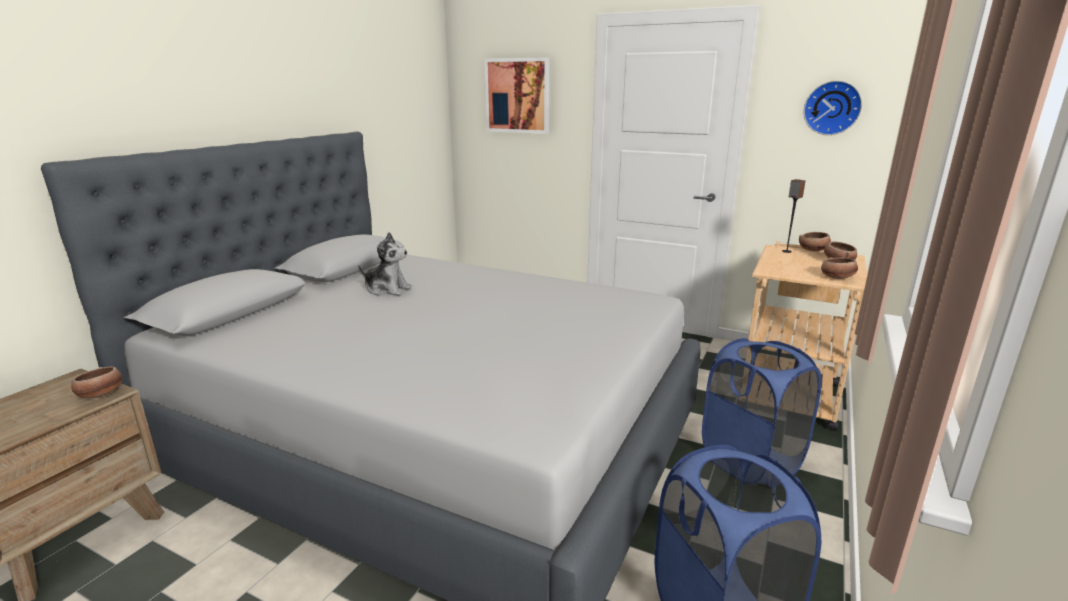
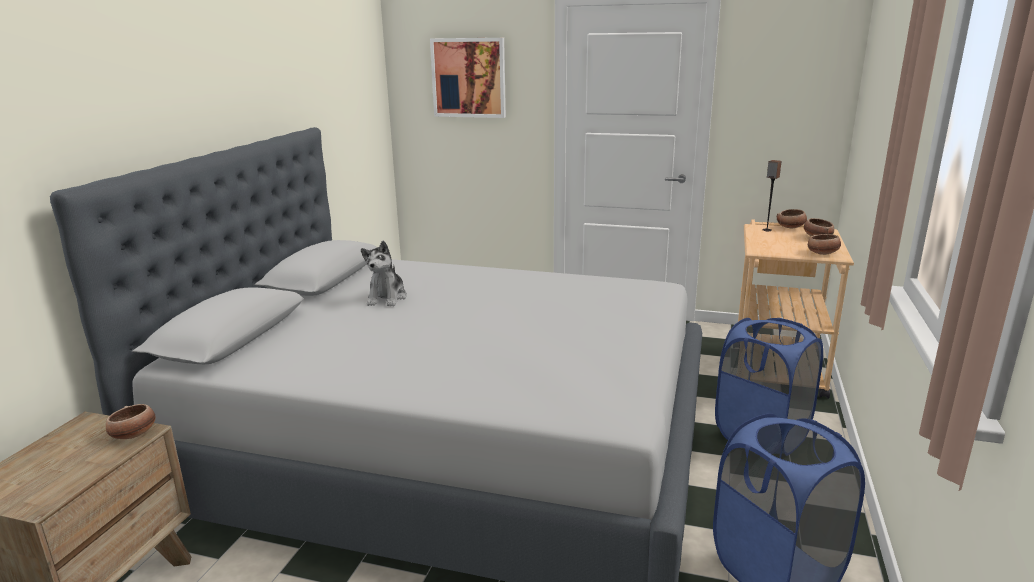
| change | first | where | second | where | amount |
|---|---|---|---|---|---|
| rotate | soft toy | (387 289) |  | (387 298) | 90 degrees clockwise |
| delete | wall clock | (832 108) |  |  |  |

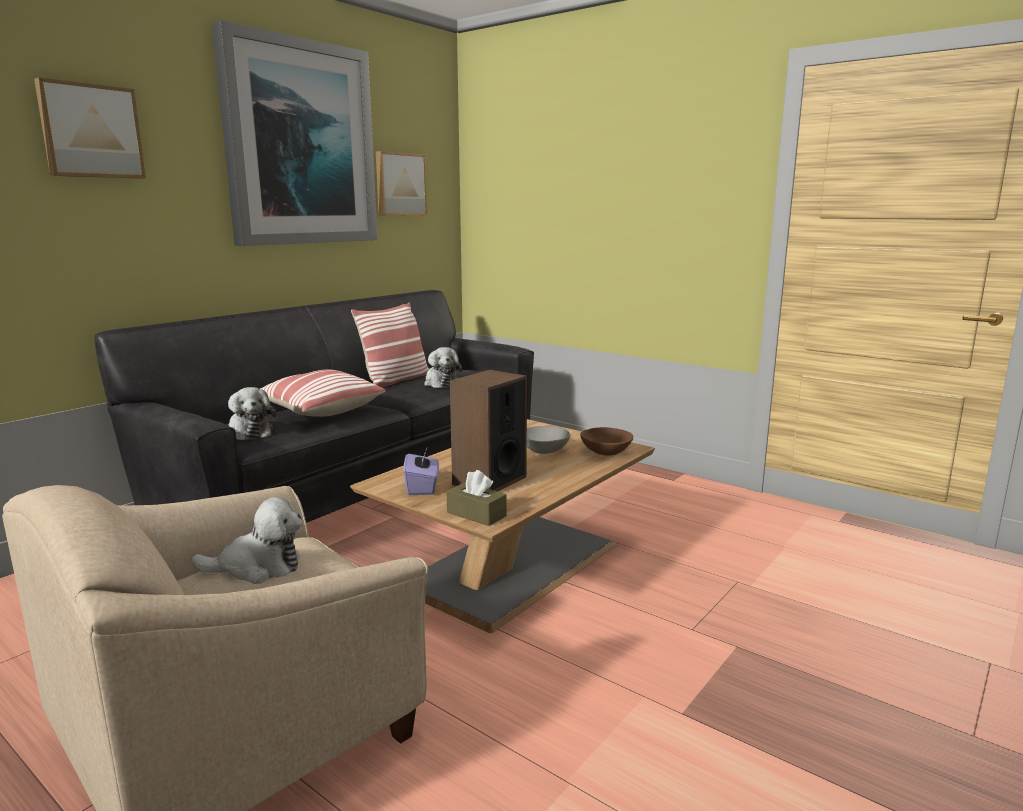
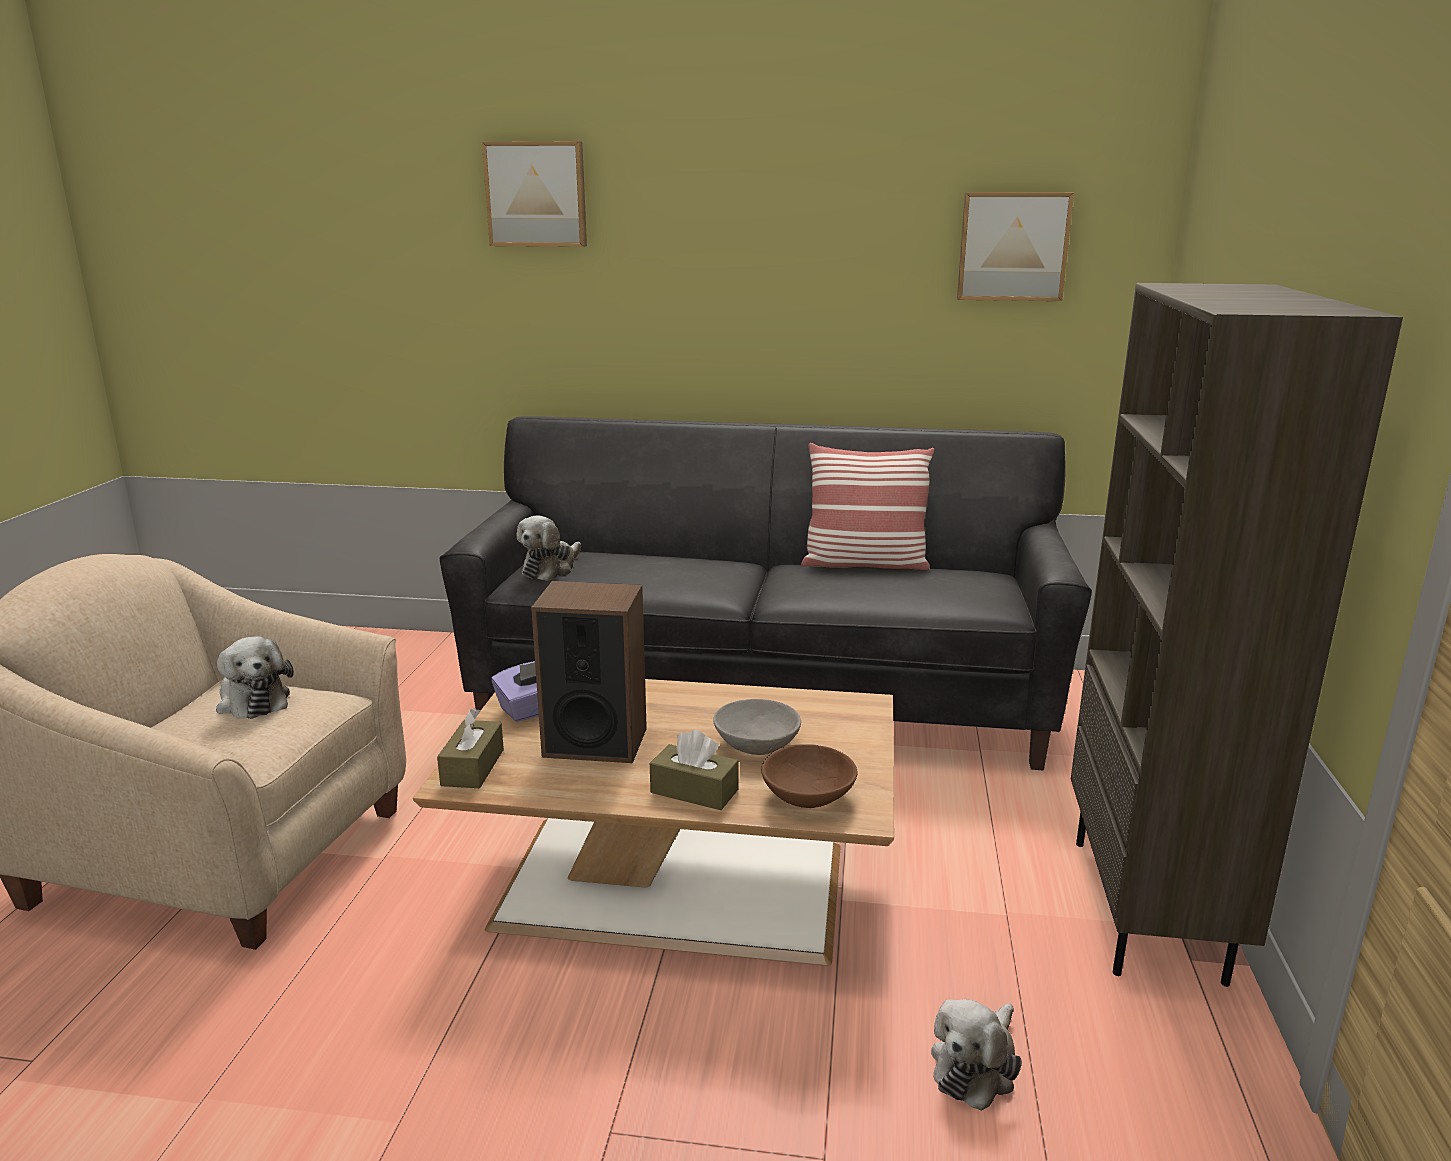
| change | first | where | second | where | amount |
|---|---|---|---|---|---|
| delete | wall art | (300 144) |  |  |  |
| delete | throw pillow | (319 410) |  |  |  |
| move | soft toy | (441 383) |  | (976 1066) |  |
| insert |  |  | tissue box (brown) | (694 791) |  |
| insert |  |  | shelving unit (brown) | (1149 909) |  |

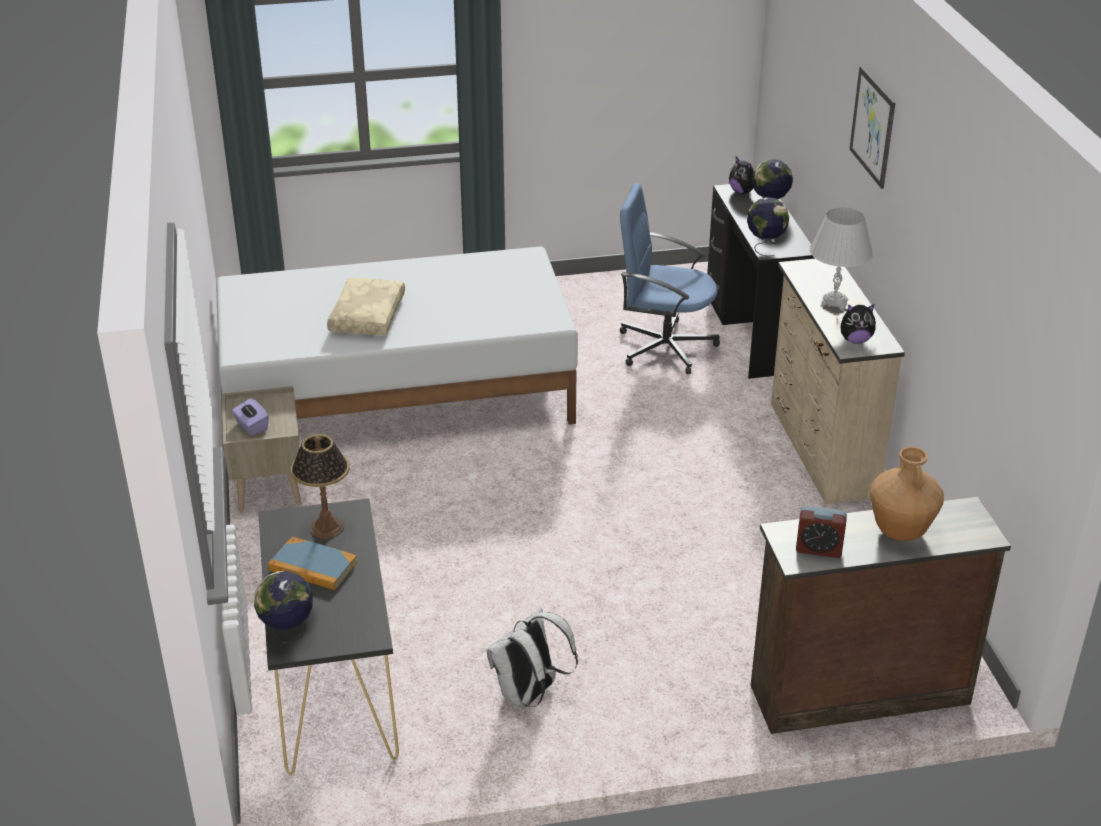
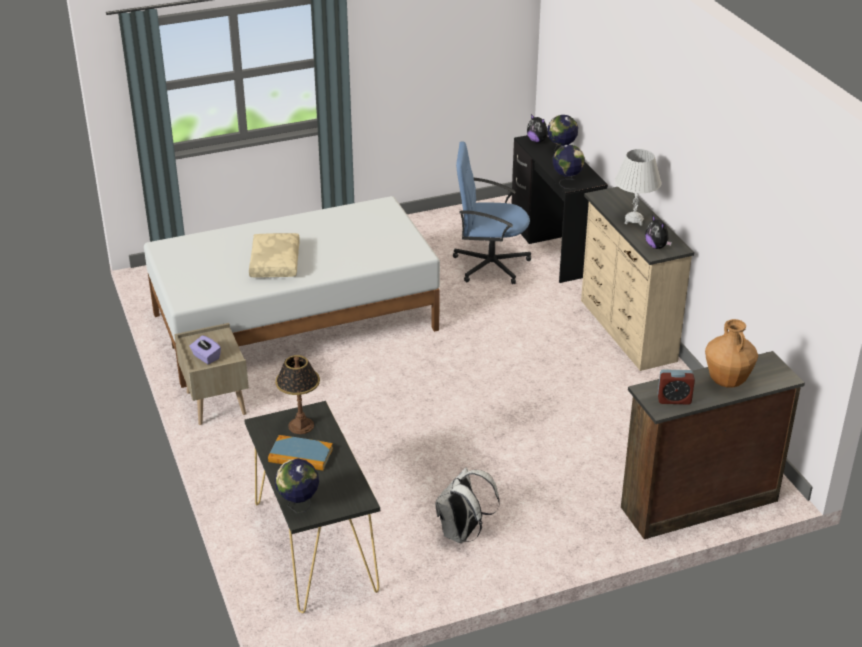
| change | first | where | second | where | amount |
|---|---|---|---|---|---|
| rotate | soft toy | (855 340) |  | (657 246) | 75 degrees clockwise |
| delete | wall art | (872 126) |  |  |  |

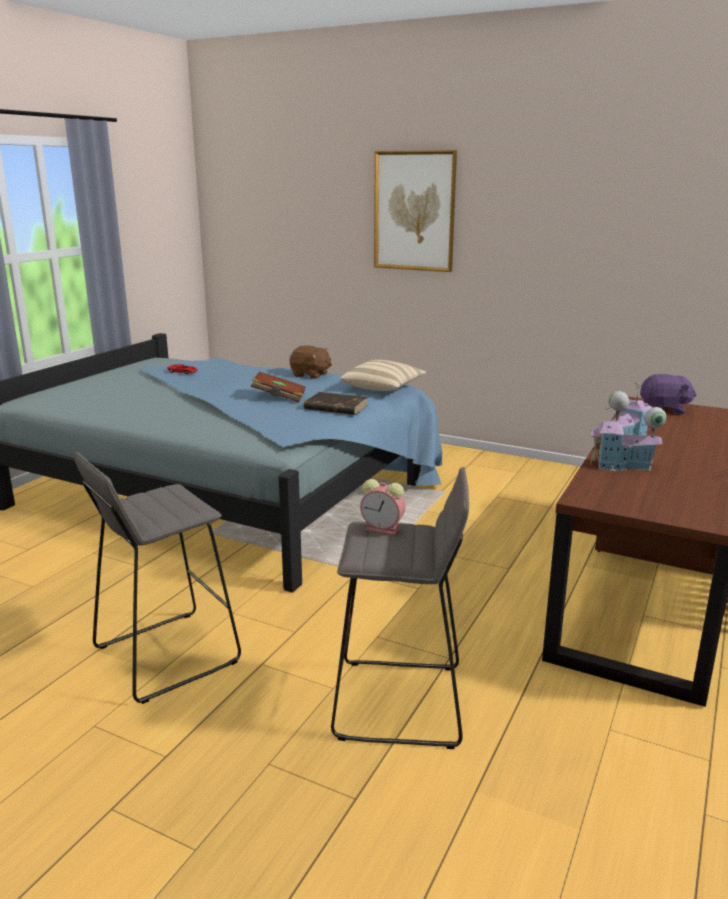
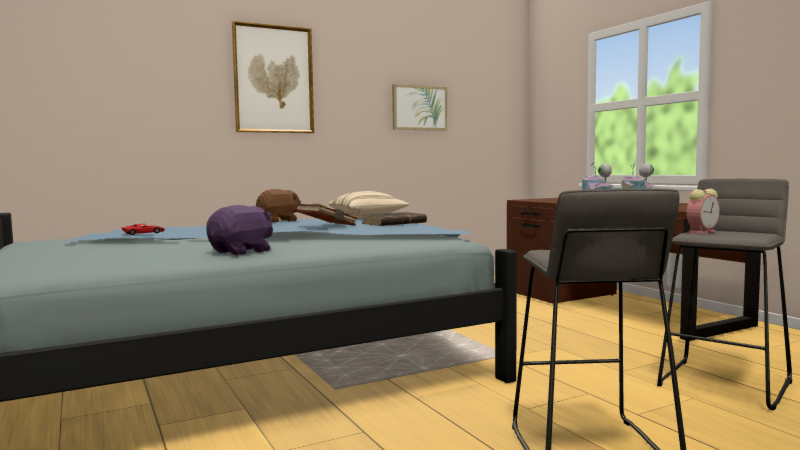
| change | first | where | second | where | amount |
|---|---|---|---|---|---|
| move | soft toy (purple-coloured) | (664 409) |  | (242 252) |  |
| insert |  |  | wall art | (419 108) |  |

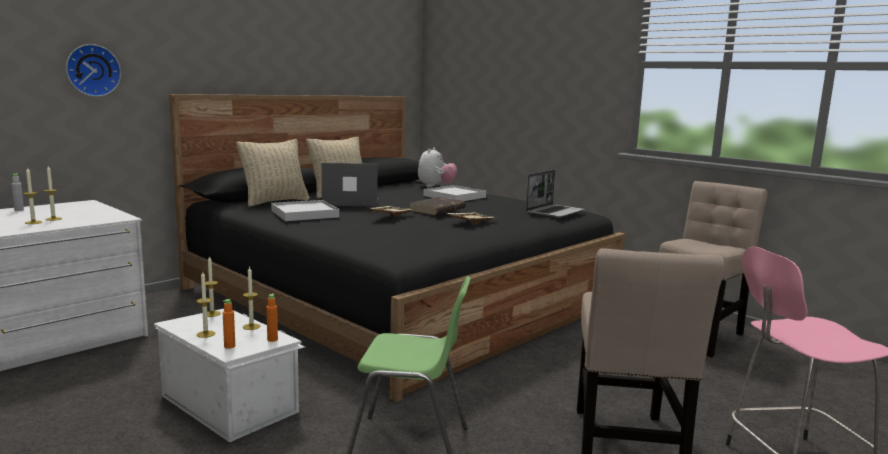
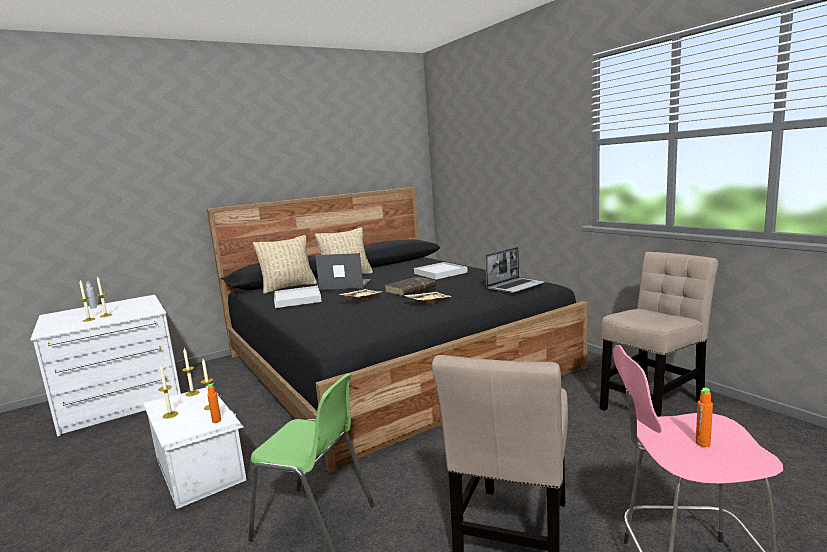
| change | first | where | second | where | amount |
|---|---|---|---|---|---|
| delete | wall clock | (92 70) |  |  |  |
| move | beverage bottle (orangey) | (229 346) |  | (702 443) |  |
| delete | soft toy | (435 186) |  |  |  |

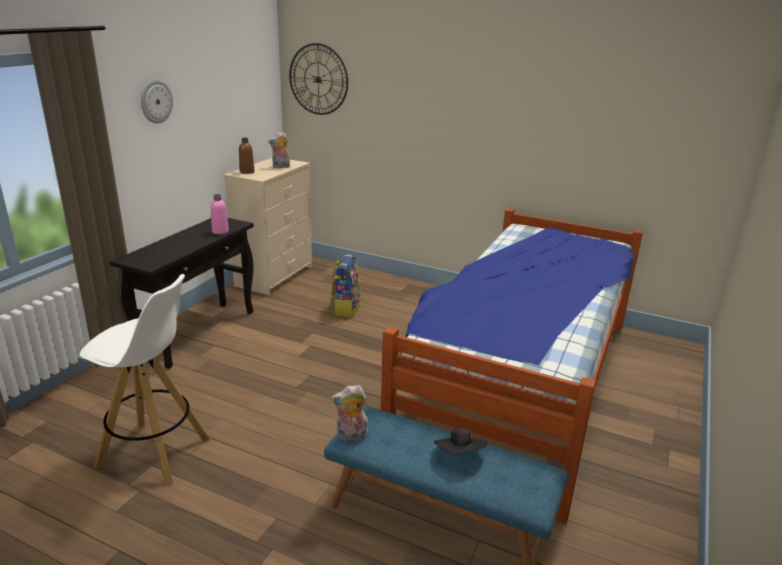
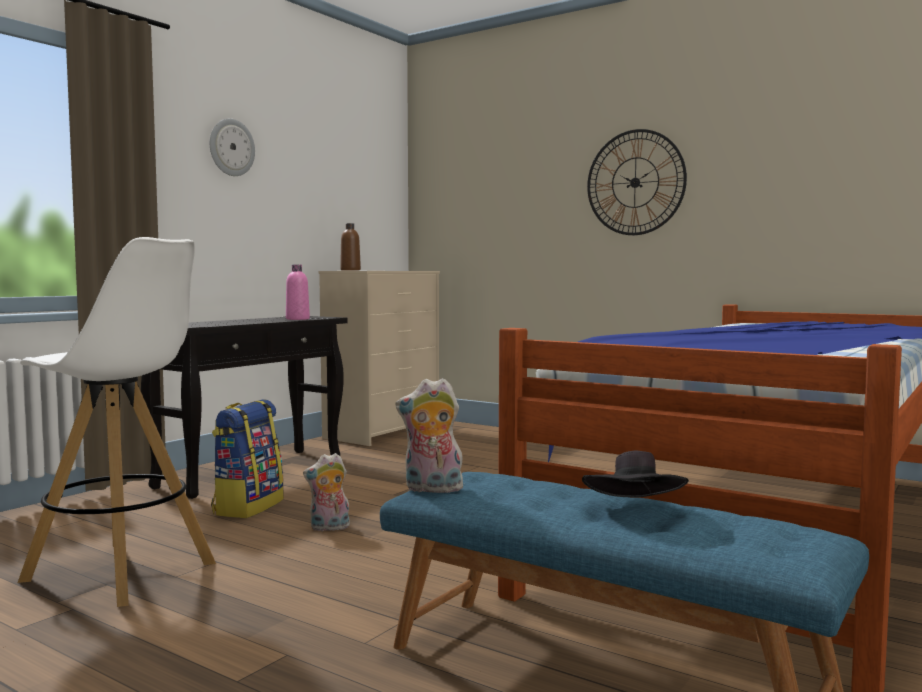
| change | first | where | second | where | amount |
|---|---|---|---|---|---|
| move | soft toy | (281 167) |  | (329 528) |  |
| move | wall clock | (318 79) |  | (635 182) |  |
| move | backpack | (345 308) |  | (247 507) |  |

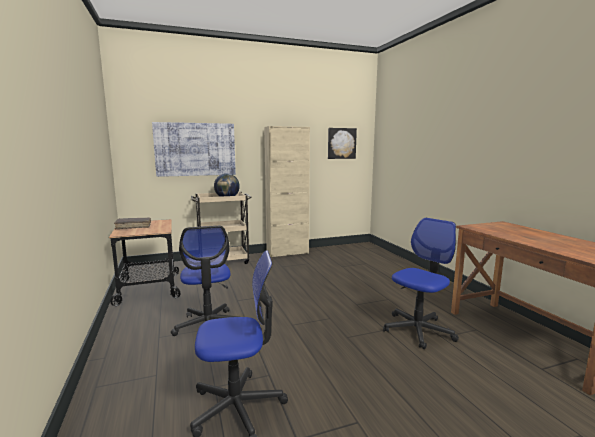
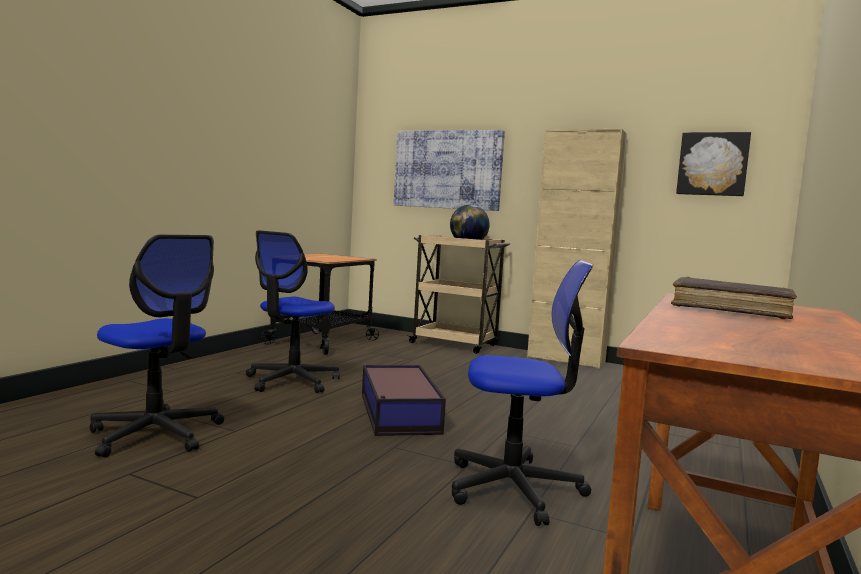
| change | first | where | second | where | amount |
|---|---|---|---|---|---|
| move | volume (brown) | (133 226) |  | (730 309) |  |
| insert |  |  | storage bin | (398 413) |  |

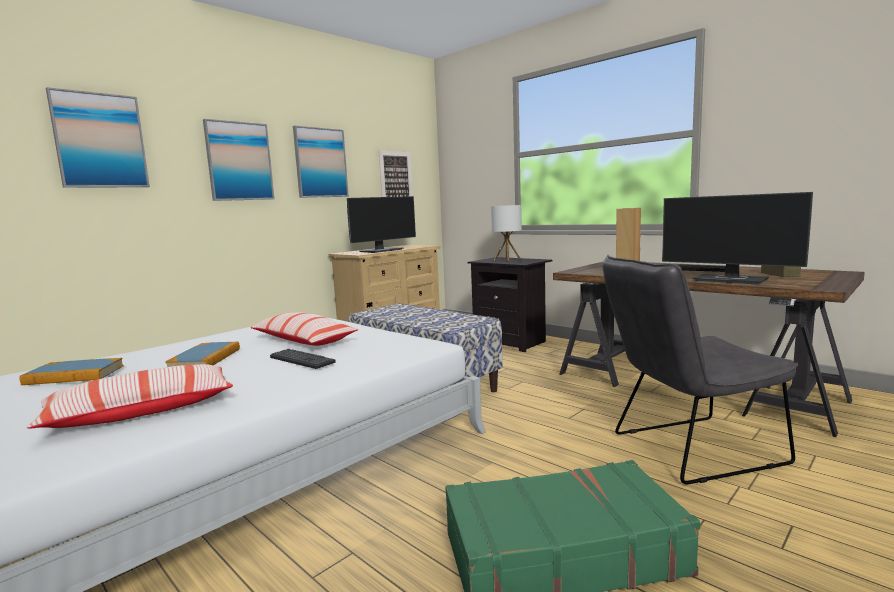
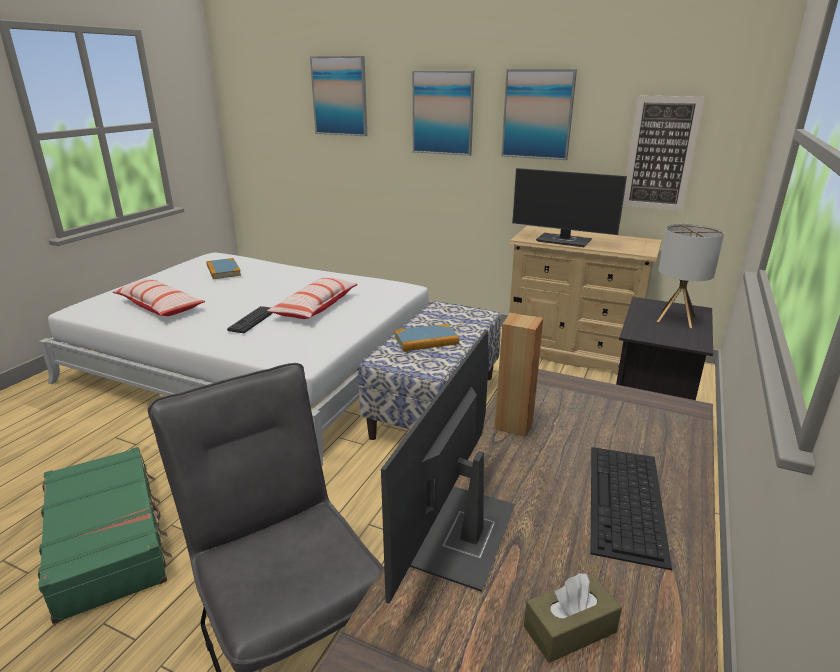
| change | first | where | second | where | amount |
|---|---|---|---|---|---|
| move | volume | (205 359) |  | (426 340) |  |

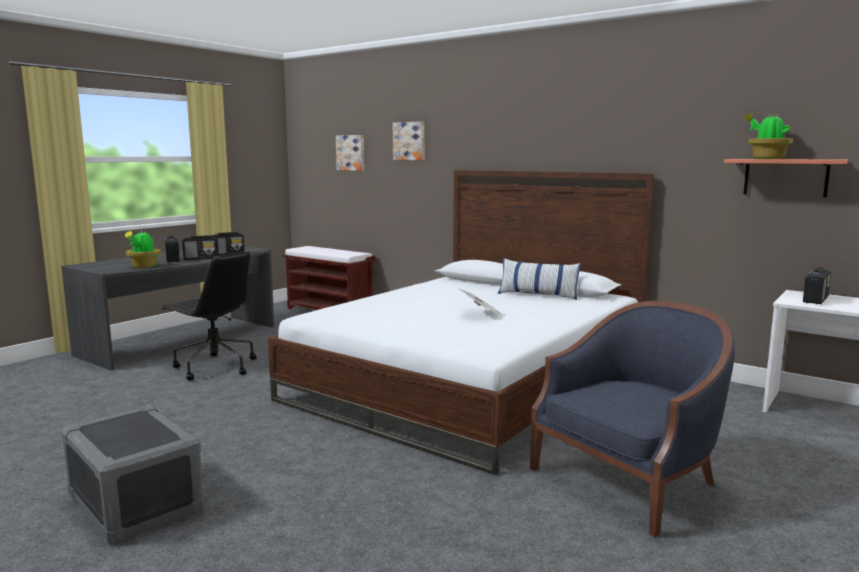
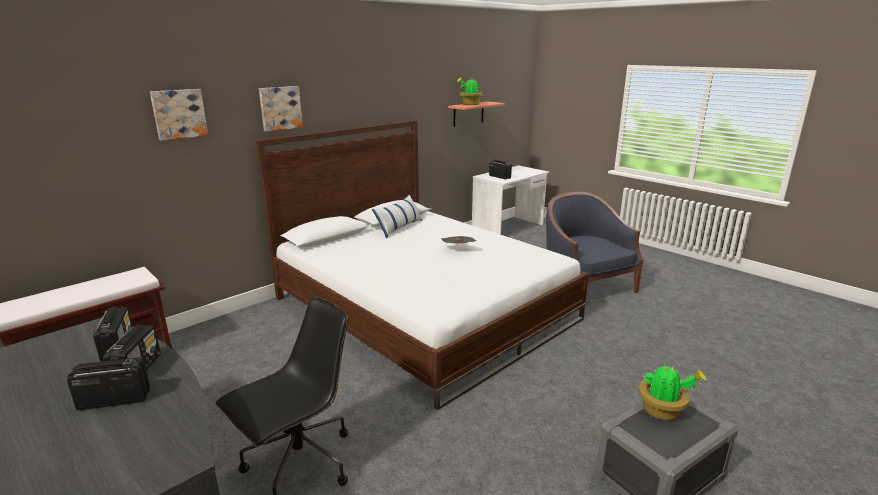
| change | first | where | second | where | amount |
|---|---|---|---|---|---|
| move | houseplant | (144 266) |  | (662 411) |  |
| move | wall art | (351 153) |  | (280 108) |  |

